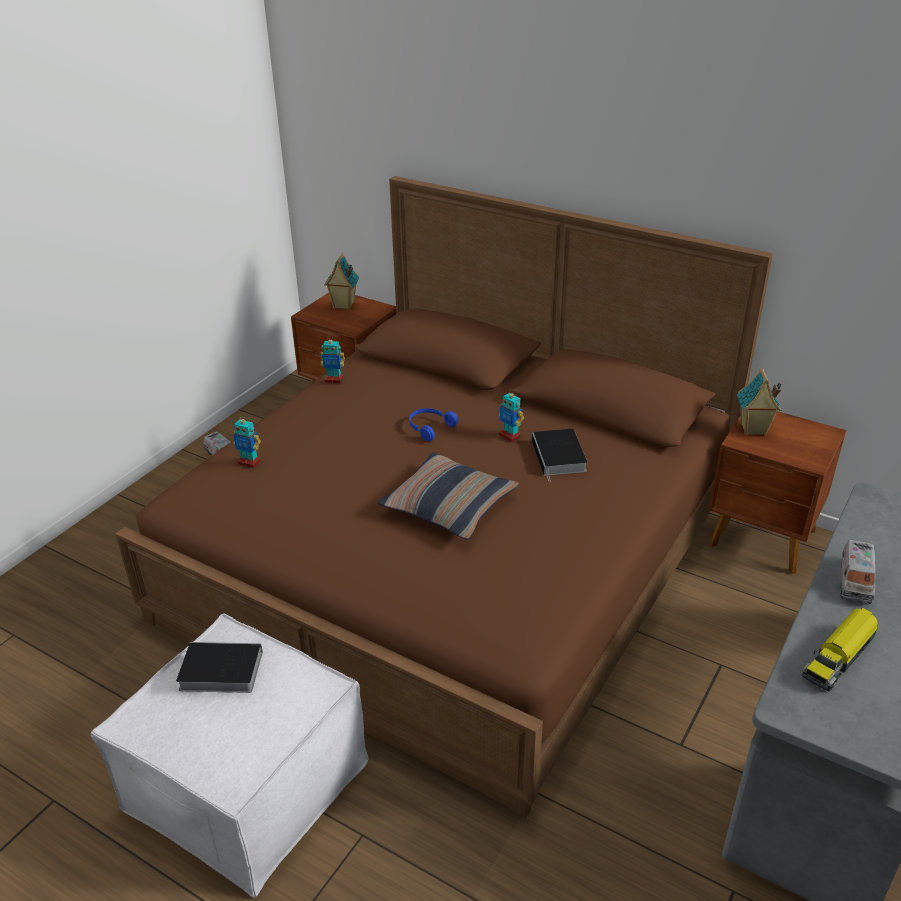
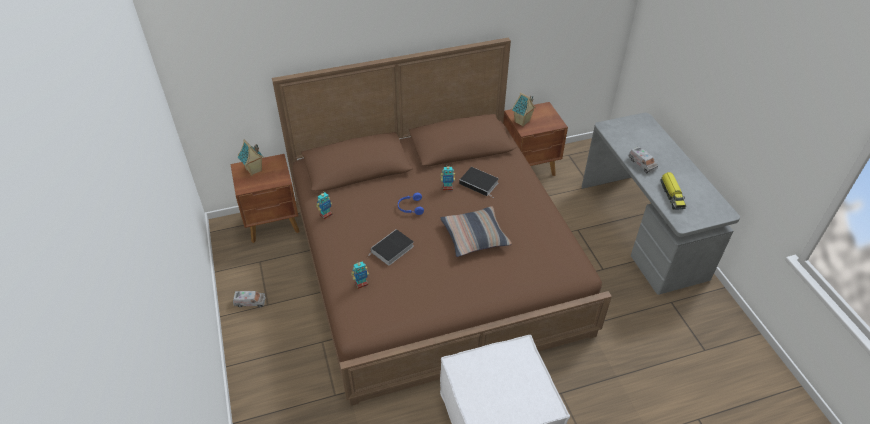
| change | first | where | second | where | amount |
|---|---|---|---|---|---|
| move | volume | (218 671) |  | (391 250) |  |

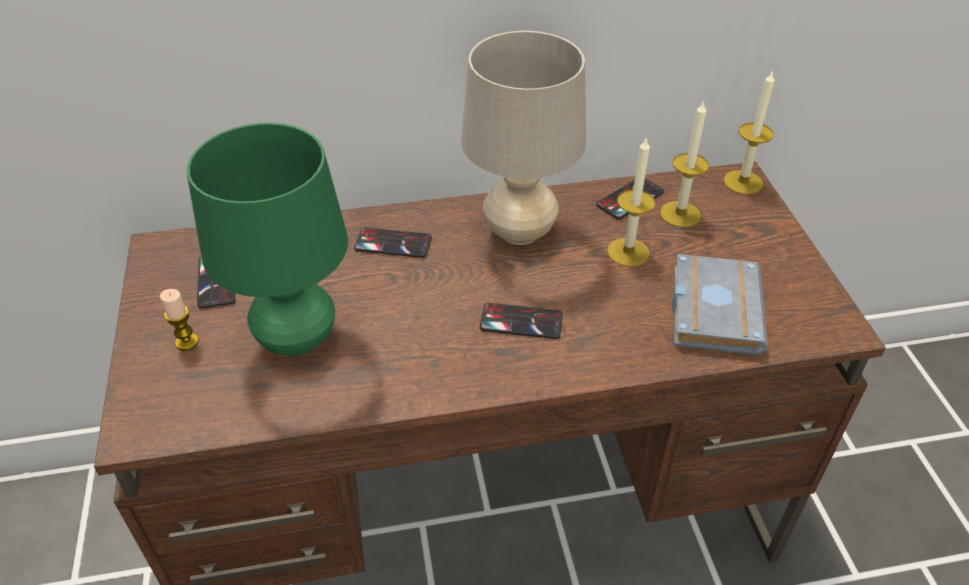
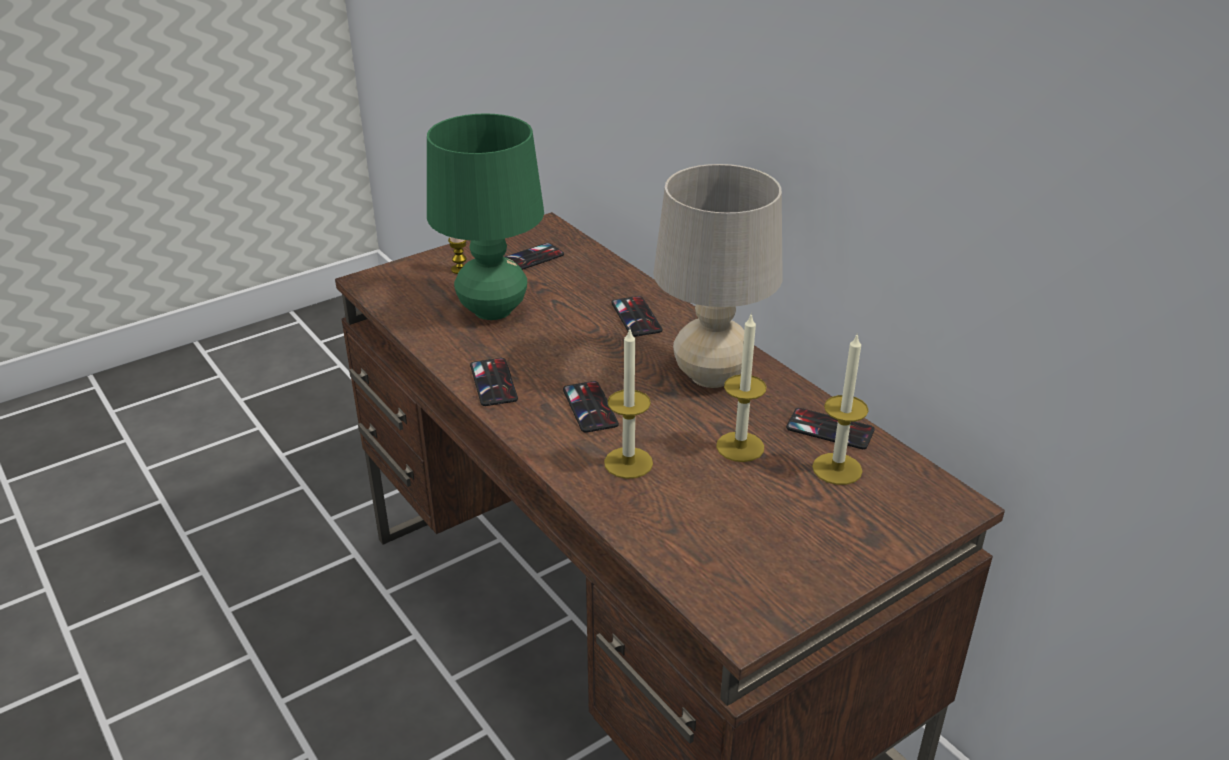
| change | first | where | second | where | amount |
|---|---|---|---|---|---|
| delete | volume (grey) | (711 308) |  |  |  |
| move | wax light | (743 182) |  | (628 463) |  |
| insert |  |  | telephone | (493 382) |  |

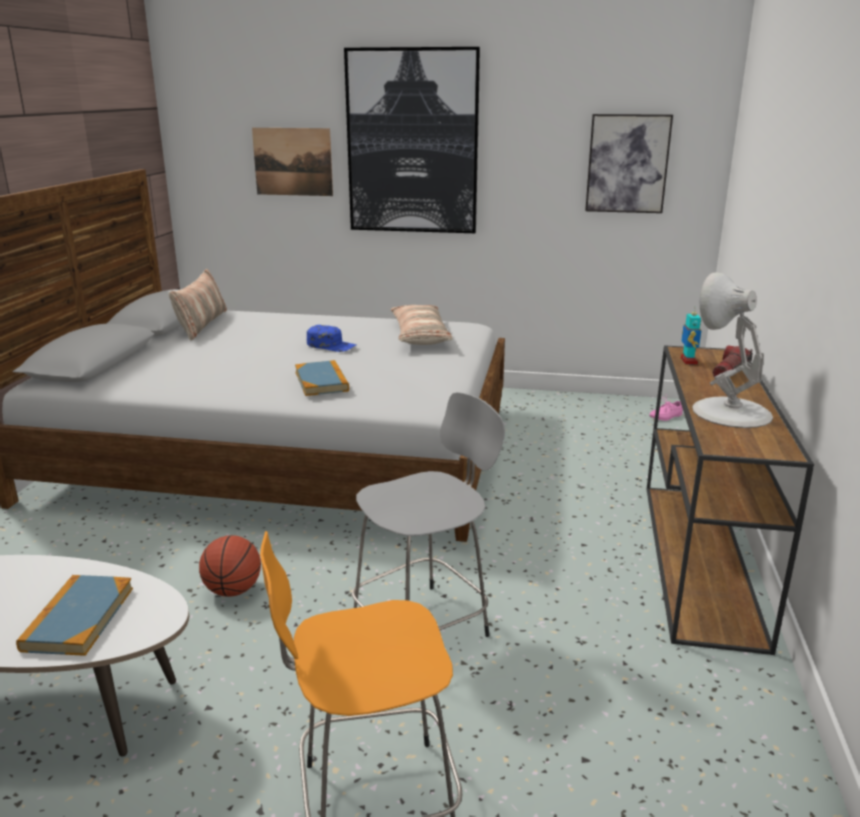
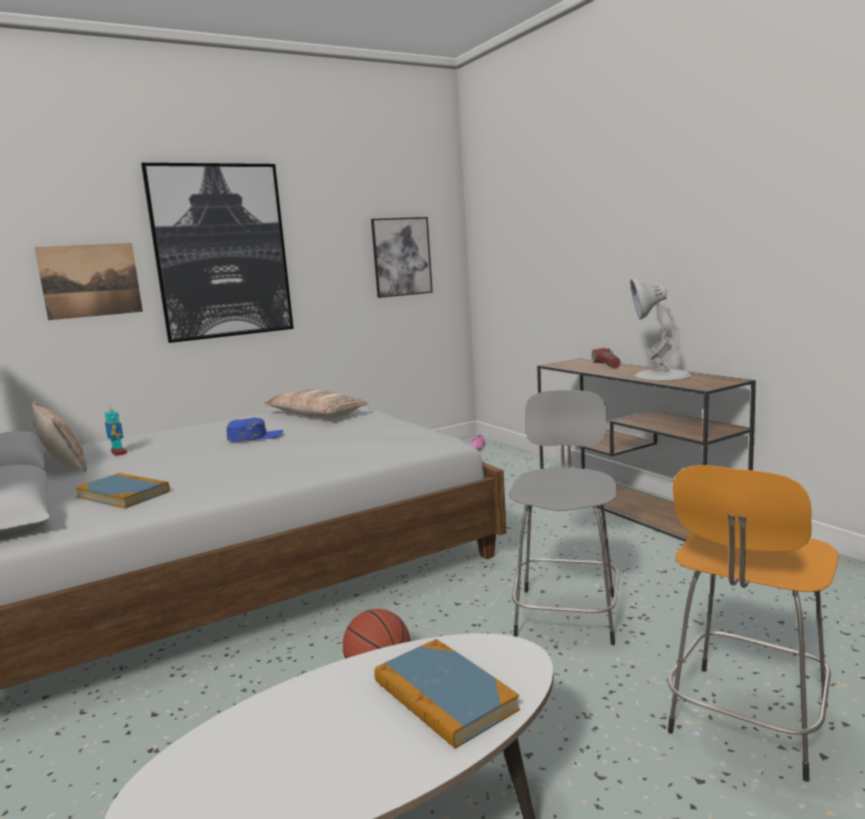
| change | first | where | second | where | amount |
|---|---|---|---|---|---|
| move | volume | (321 381) |  | (123 494) |  |
| move | robot figure | (688 361) |  | (118 453) |  |

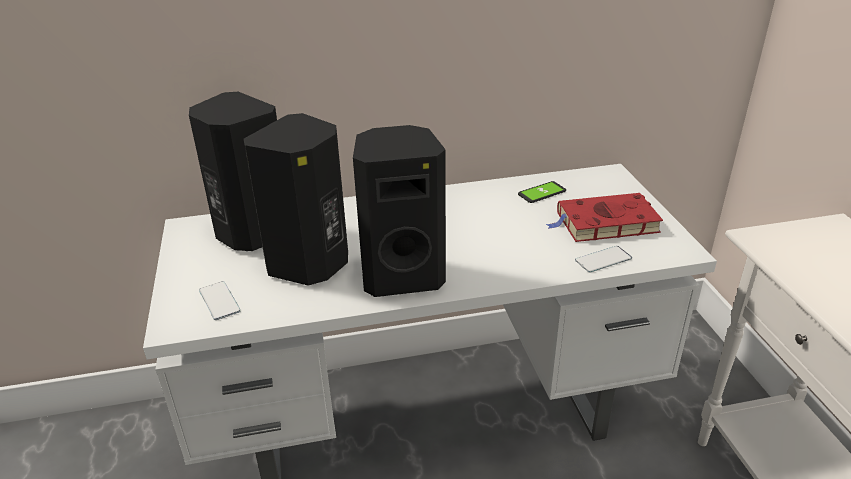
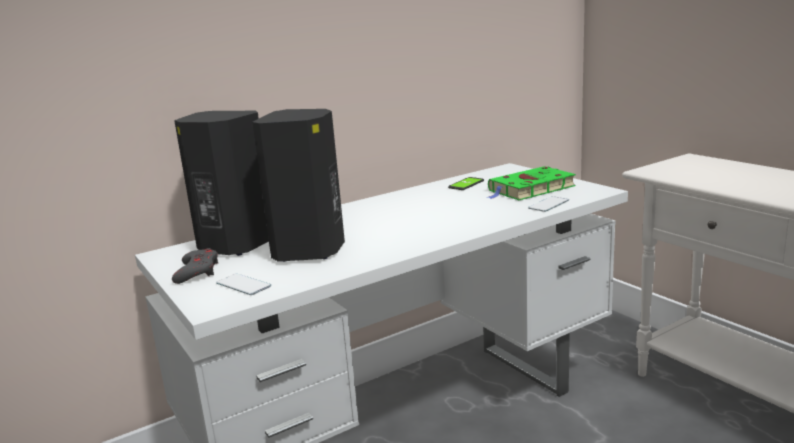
| change | first | where | second | where | amount |
|---|---|---|---|---|---|
| delete | audio speaker (blackish) | (402 276) |  |  |  |
| recolor | volume (reddish) | (604 223) | volume (green) | (530 189) |  |
| insert |  |  | game controller (grey) | (197 271) |  |

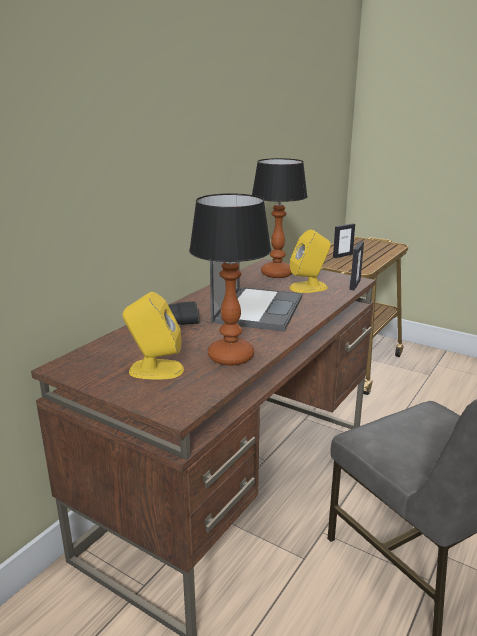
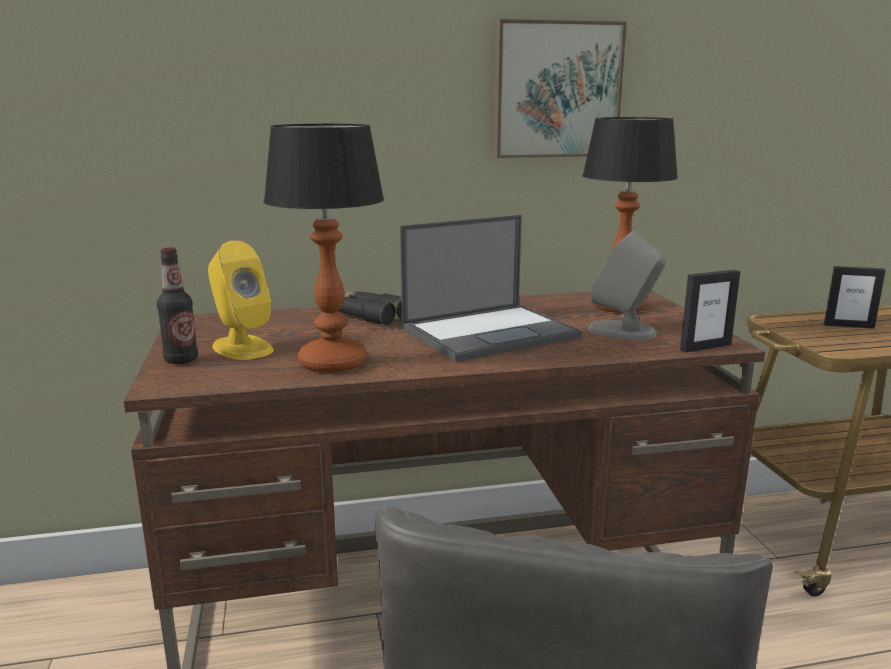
| change | first | where | second | where | amount |
|---|---|---|---|---|---|
| recolor | audio speaker (yellow-coloured) | (309 287) | audio speaker (grey) | (622 331) |  |
| insert |  |  | beverage bottle | (181 360) |  |
| insert |  |  | wall art | (555 90) |  |

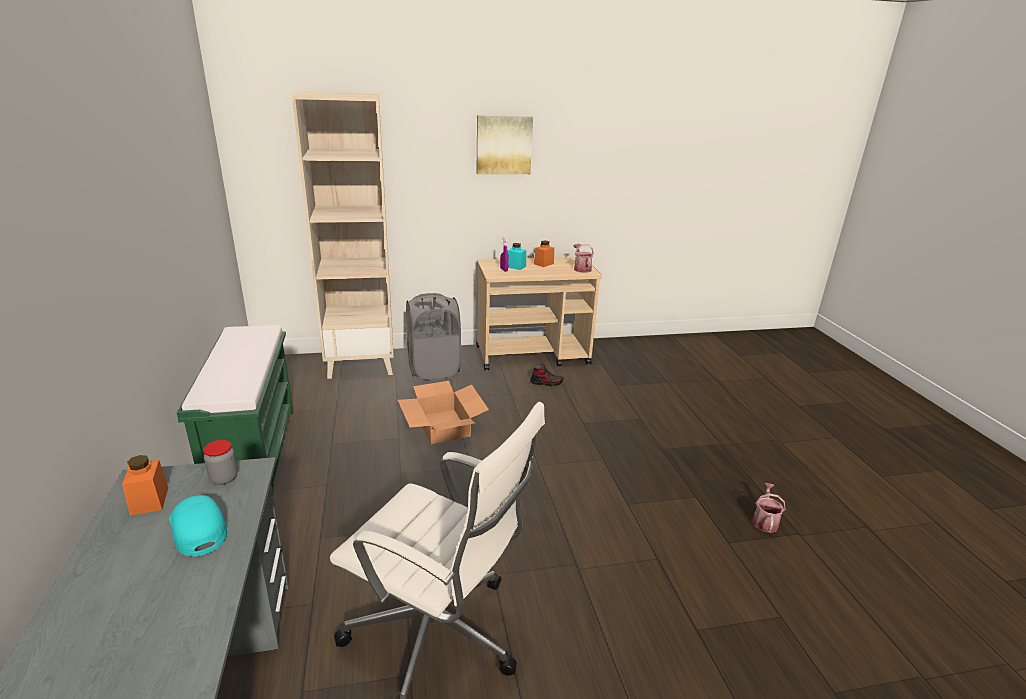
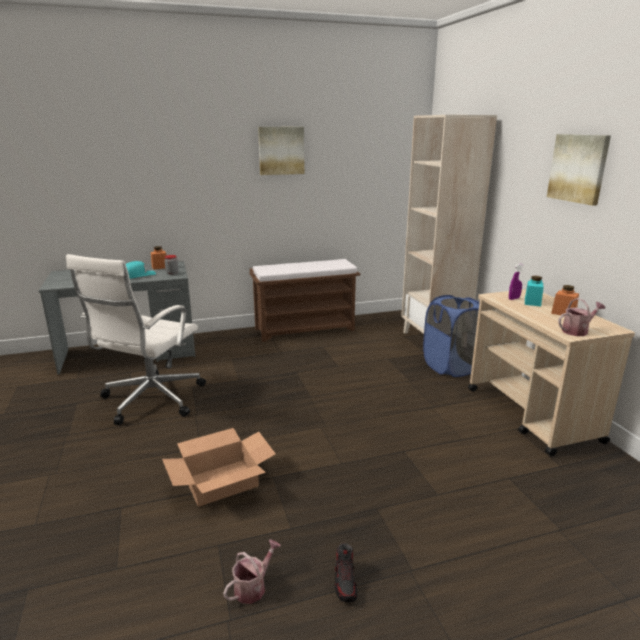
| change | first | where | second | where | amount |
|---|---|---|---|---|---|
| recolor | long seat (green) | (254 453) | long seat (brown) | (305 329) |  |
| move | carton | (443 426) |  | (221 482) |  |
| recolor | washing basket (grey) | (434 369) | washing basket (bluish) | (450 367) |  |
| move | low shoe | (546 382) |  | (345 582) |  |
| rotate | sprinkling can | (764 520) |  | (253 586) | 60 degrees counterclockwise |
| insert |  |  | wall art | (281 150) |  |

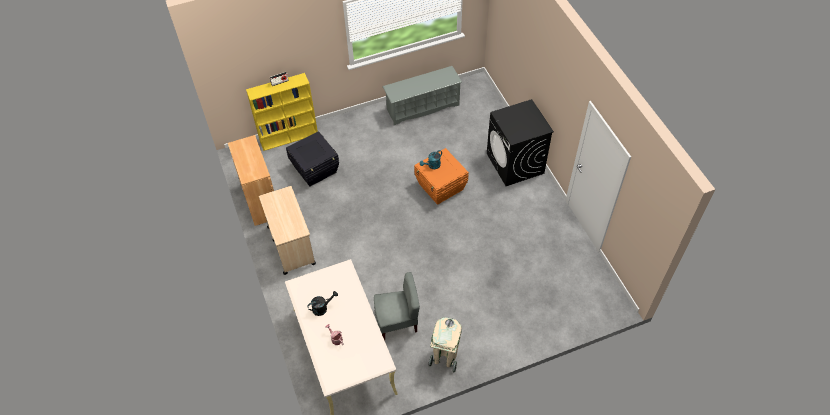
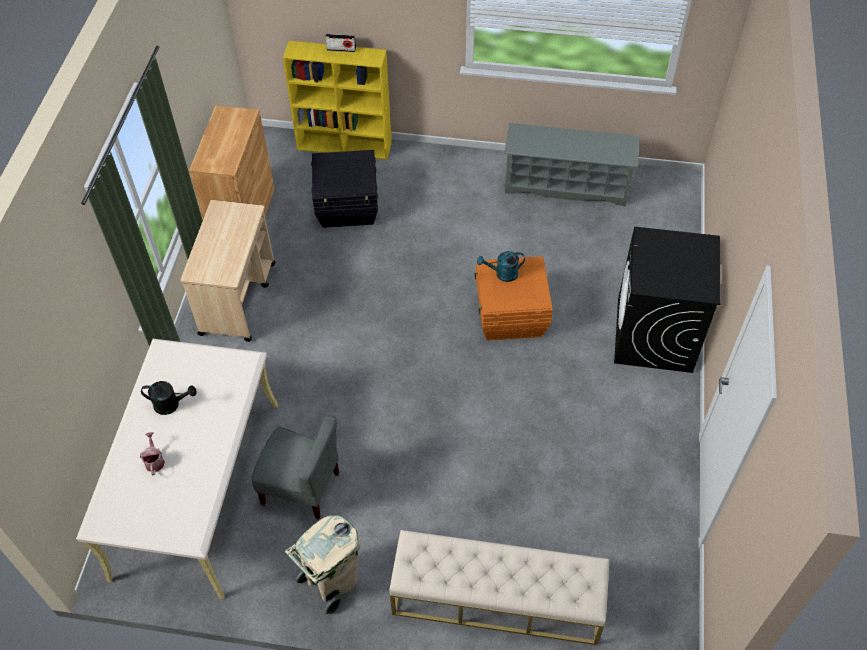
| change | first | where | second | where | amount |
|---|---|---|---|---|---|
| insert |  |  | long seat (beige-coloured) | (497 599) |  |

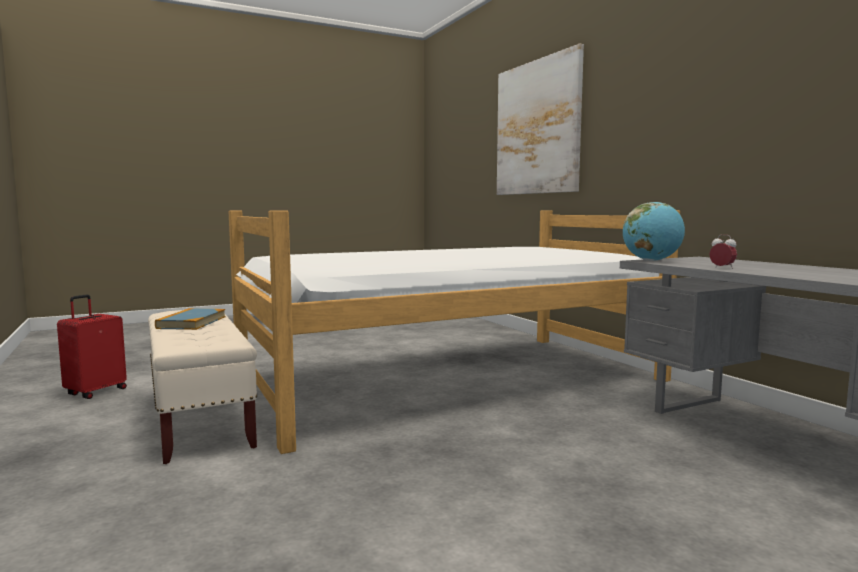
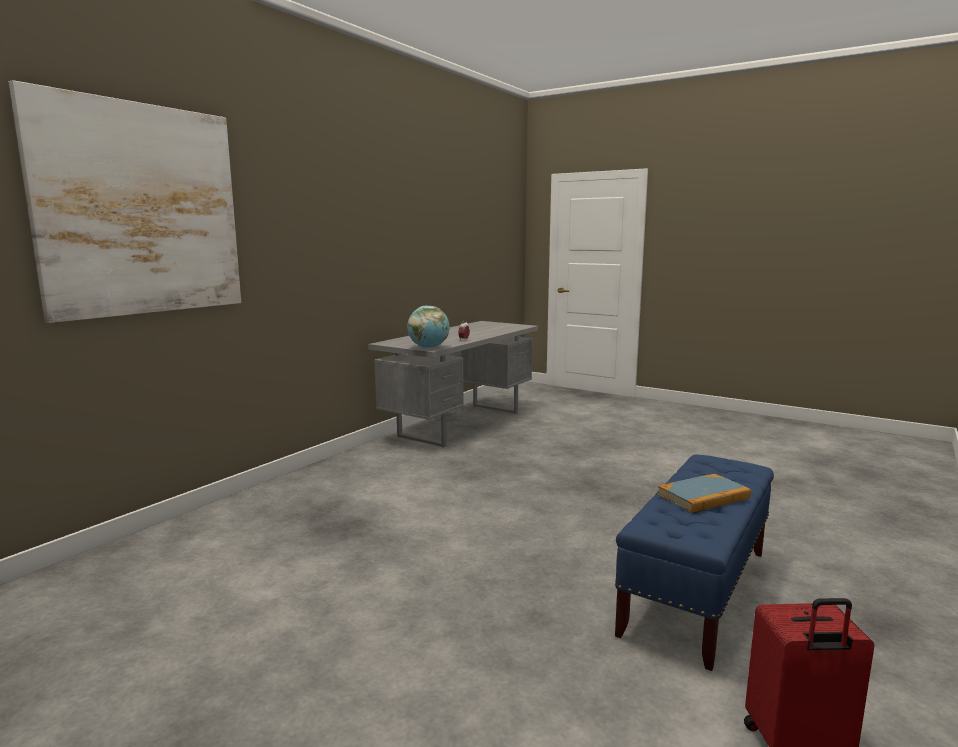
| change | first | where | second | where | amount |
|---|---|---|---|---|---|
| recolor | long seat (beige-coloured) | (200 418) | long seat (bluish) | (696 591) |  |
| delete | sleeping bed | (453 380) |  |  |  |

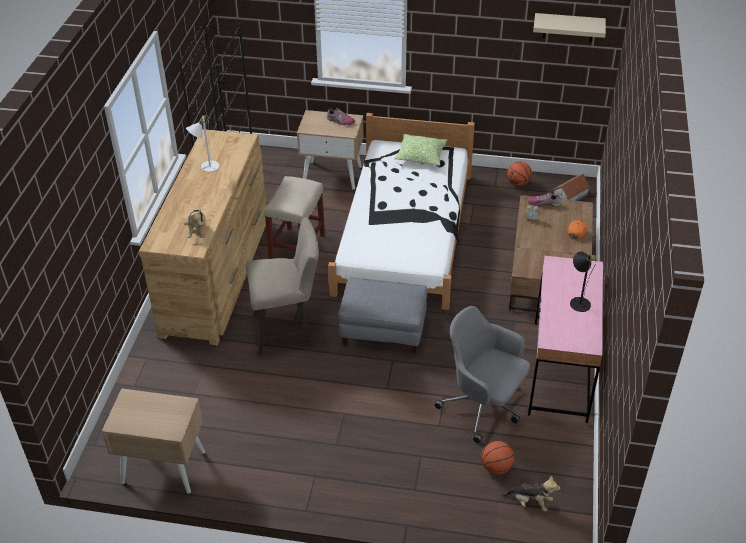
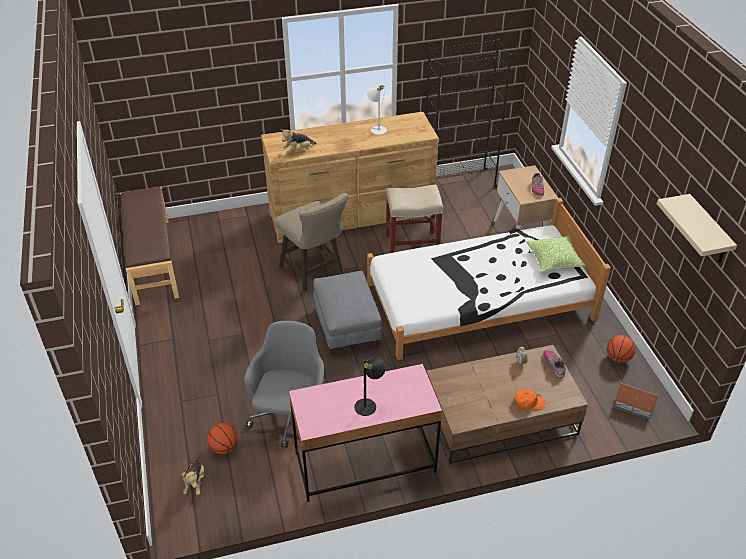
| change | first | where | second | where | amount |
|---|---|---|---|---|---|
| replace | nightstand (beige-coloured) | (163 467) | long seat (brown) | (152 261) |  |

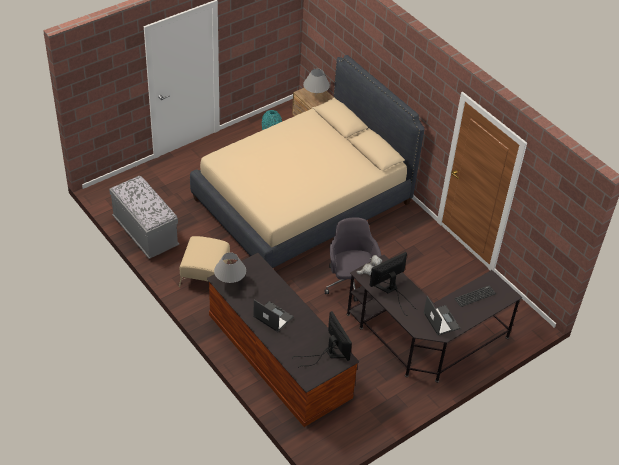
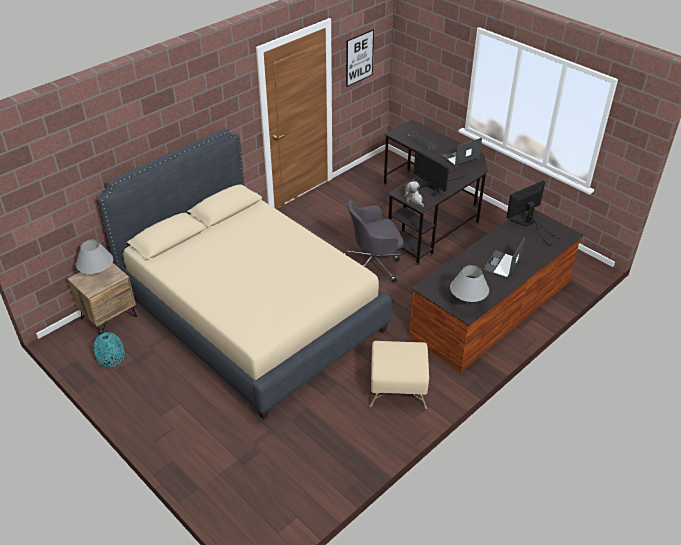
| change | first | where | second | where | amount |
|---|---|---|---|---|---|
| delete | long seat (grey) | (145 233) |  |  |  |
| insert |  |  | wall art | (359 58) |  |

